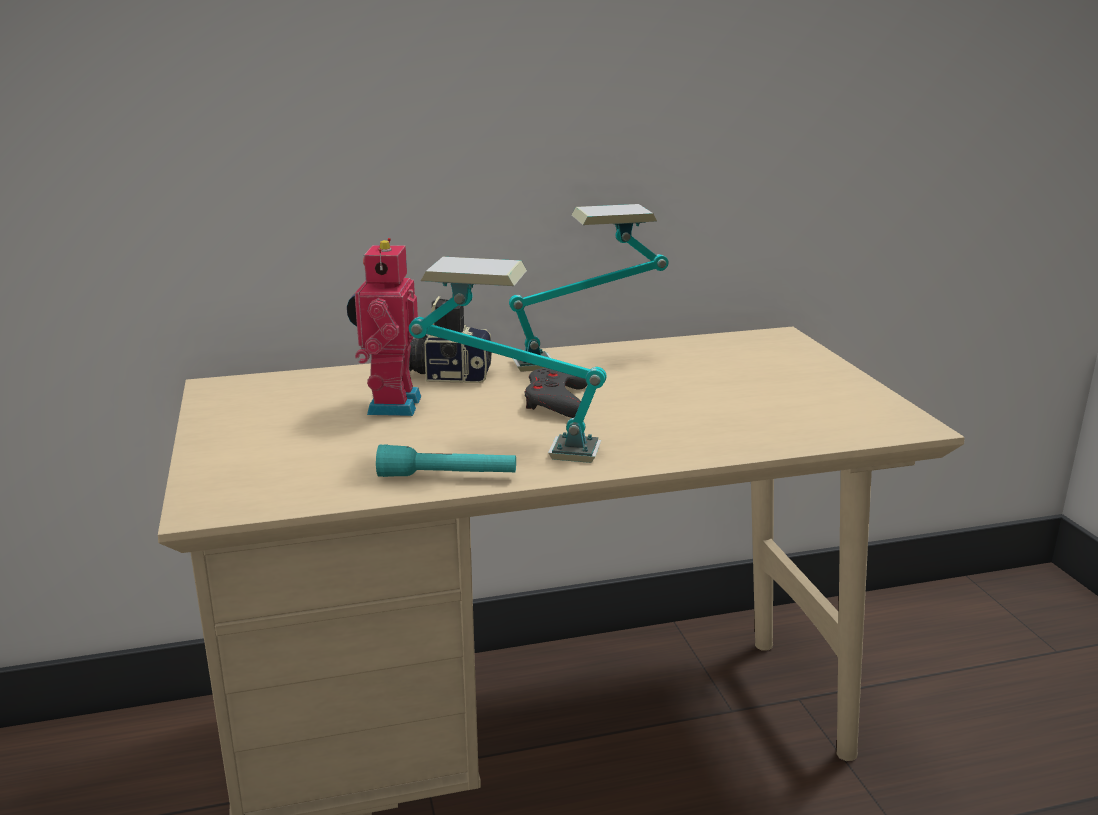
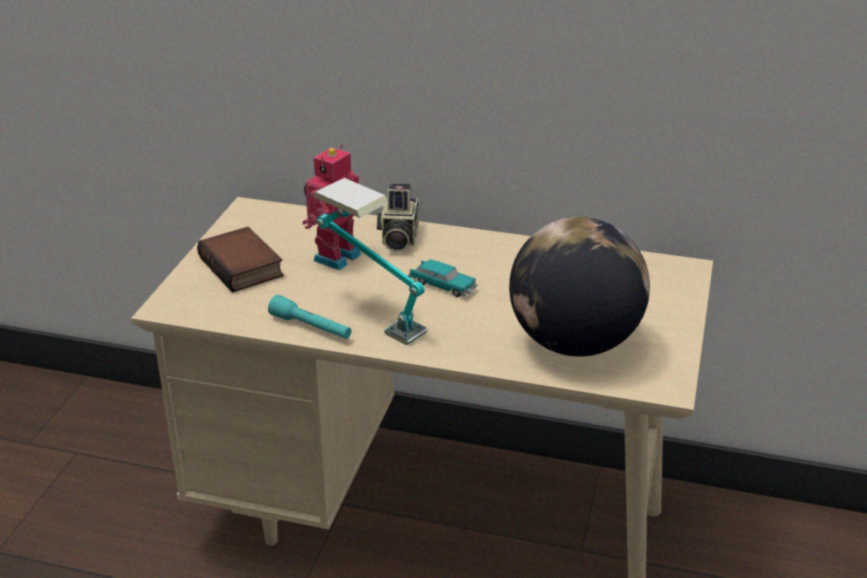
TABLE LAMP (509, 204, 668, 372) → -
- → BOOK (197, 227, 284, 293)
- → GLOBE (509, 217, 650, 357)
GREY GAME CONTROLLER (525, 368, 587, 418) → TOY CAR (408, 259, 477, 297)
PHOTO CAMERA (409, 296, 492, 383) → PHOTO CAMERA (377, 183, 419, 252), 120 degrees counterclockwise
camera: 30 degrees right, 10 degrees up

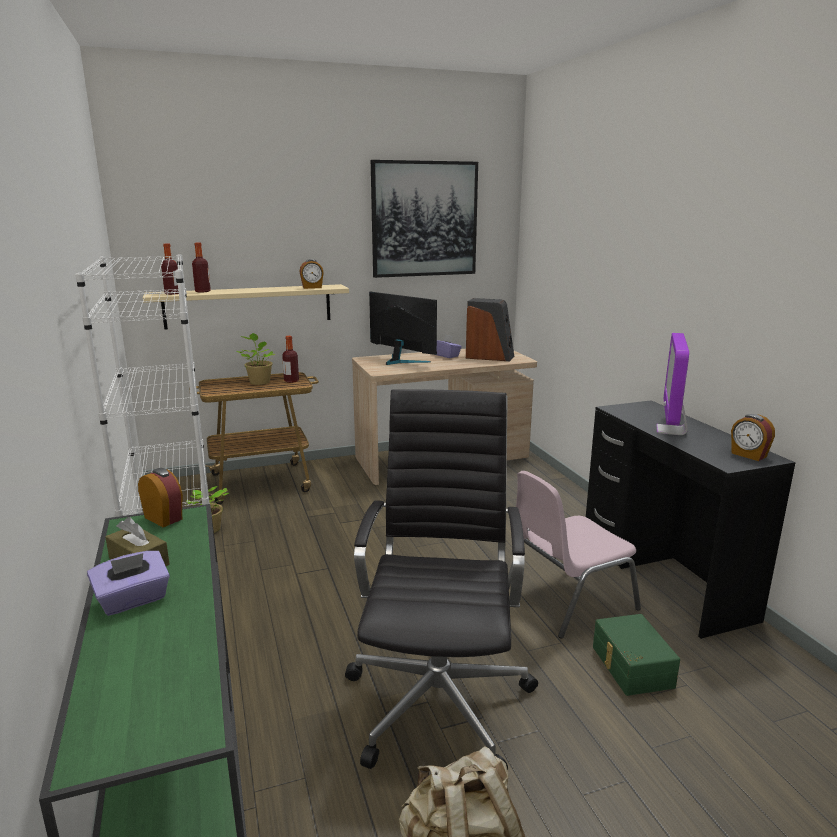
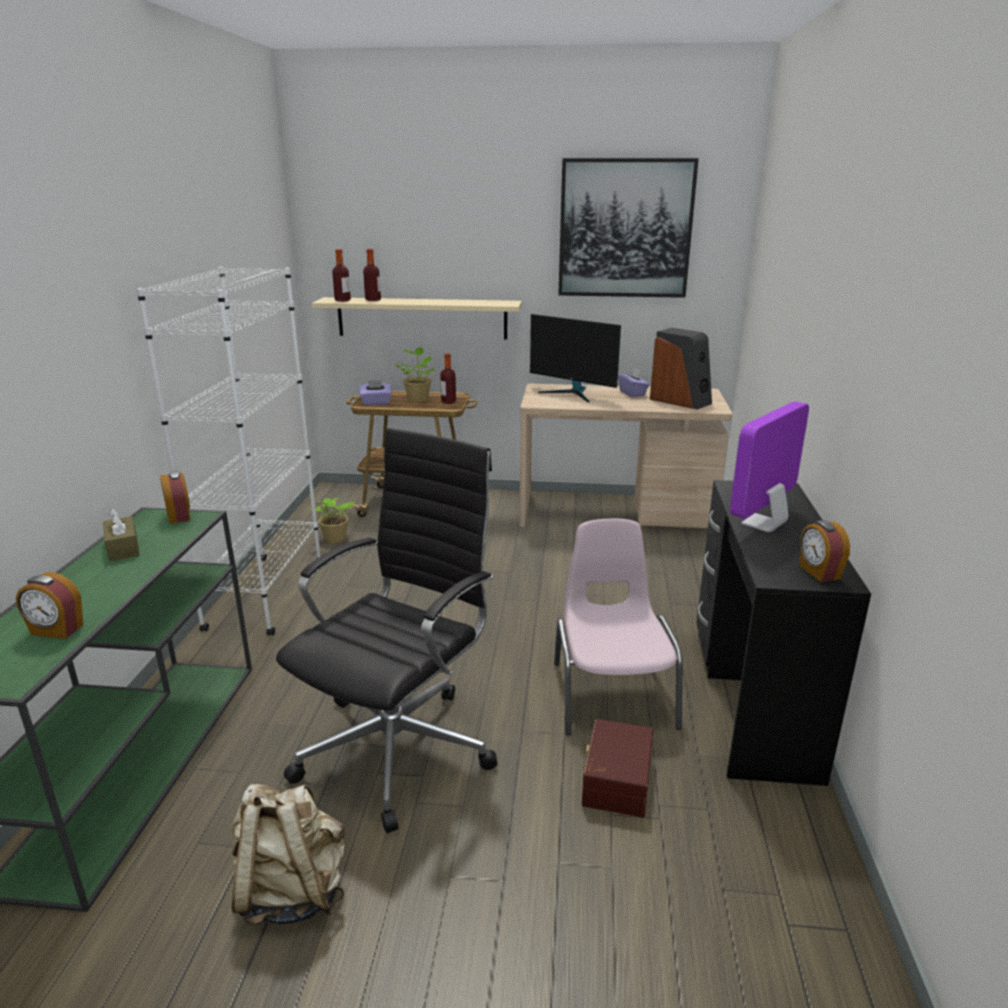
PURPLE TISSUE BOX (87, 551, 170, 616) → PURPLE TISSUE BOX (359, 380, 391, 405), move
ALARM CLOCK (300, 259, 324, 289) → ALARM CLOCK (16, 572, 83, 639), move
GREEN STORAGE BOX (593, 614, 680, 696) → BROWN STORAGE BOX (582, 719, 654, 818)
MONITOR (369, 292, 437, 365) → MONITOR (530, 314, 621, 403), 150 degrees clockwise
PINK CHAIR (508, 471, 641, 639) → PINK CHAIR (554, 519, 683, 735), 90 degrees clockwise
camera: 25 degrees right, 5 degrees up

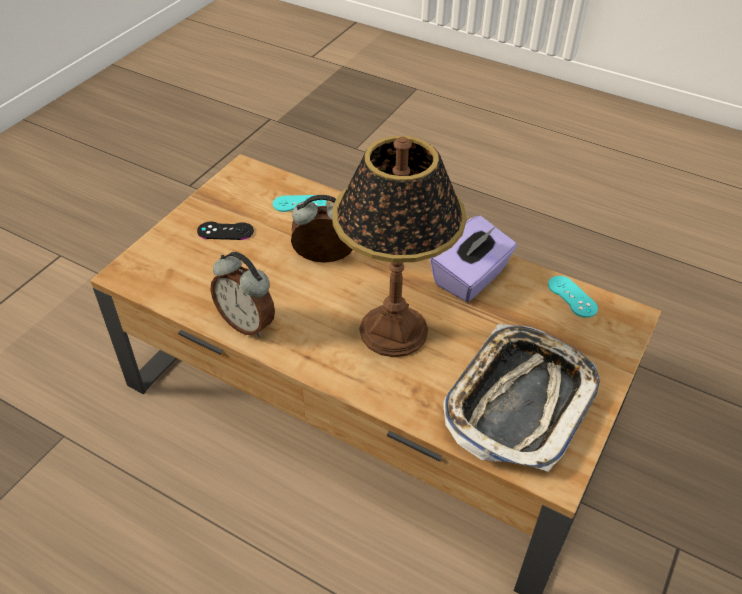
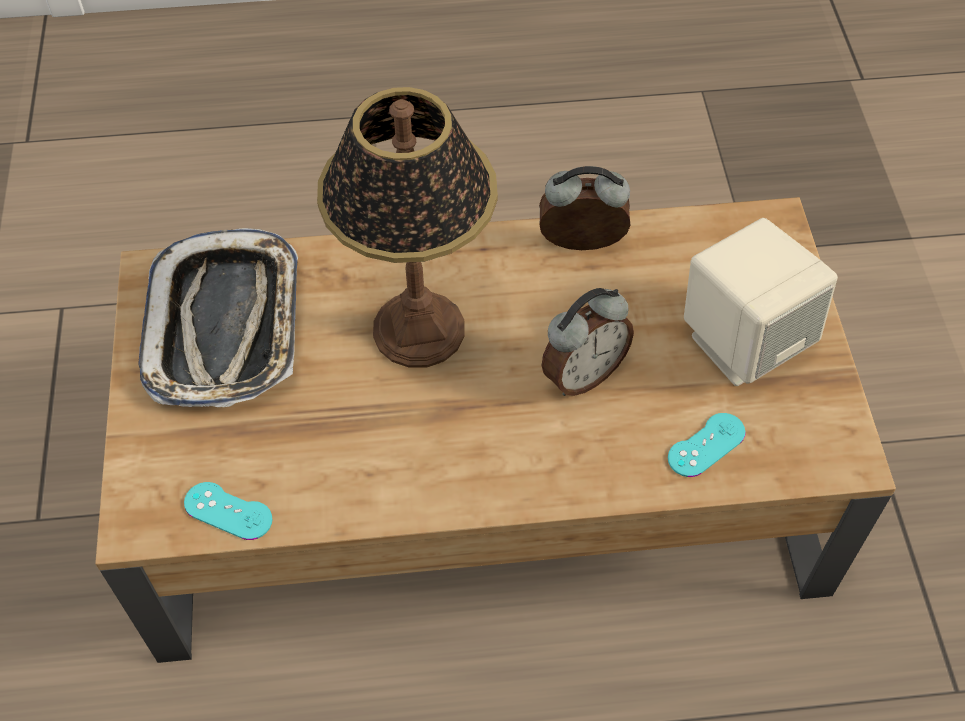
PURPLE TISSUE BOX (430, 215, 517, 302) → -
BLACK GAME CONTROLLER (197, 222, 254, 240) → BEIGE SPEAKER (684, 218, 838, 386)
camera: 145 degrees right, 10 degrees up

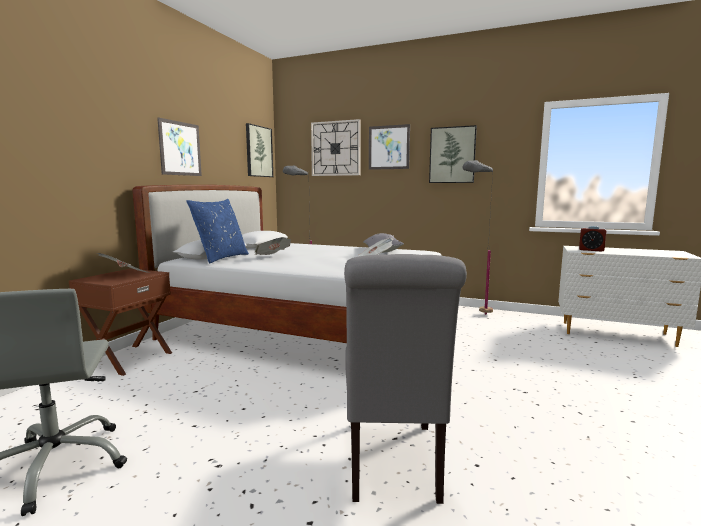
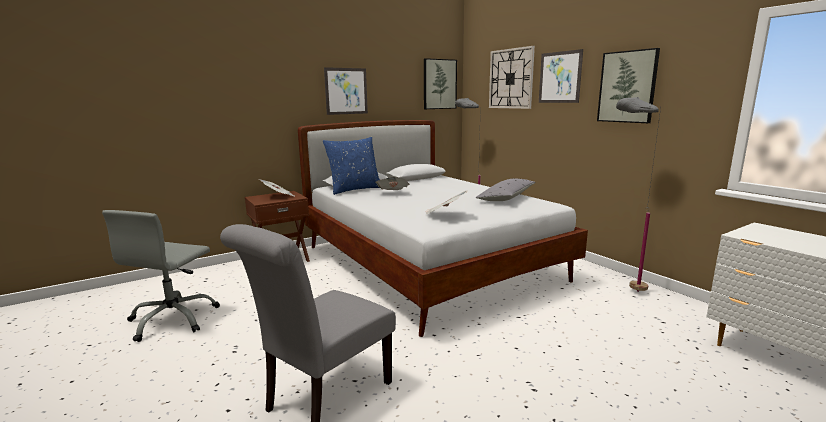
ALARM CLOCK (579, 226, 606, 252) → -
camera: 35 degrees right, 5 degrees up

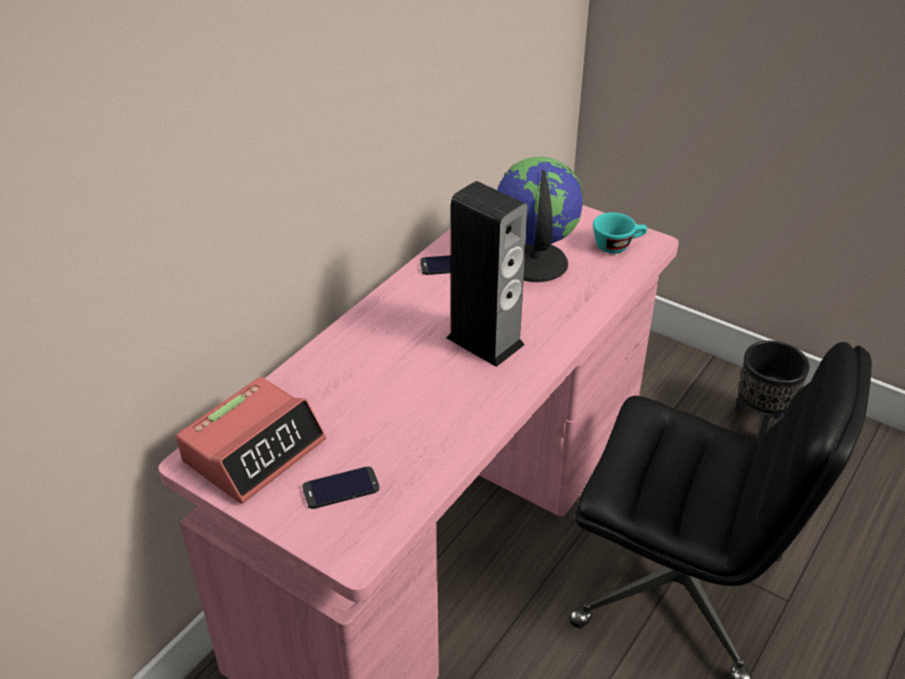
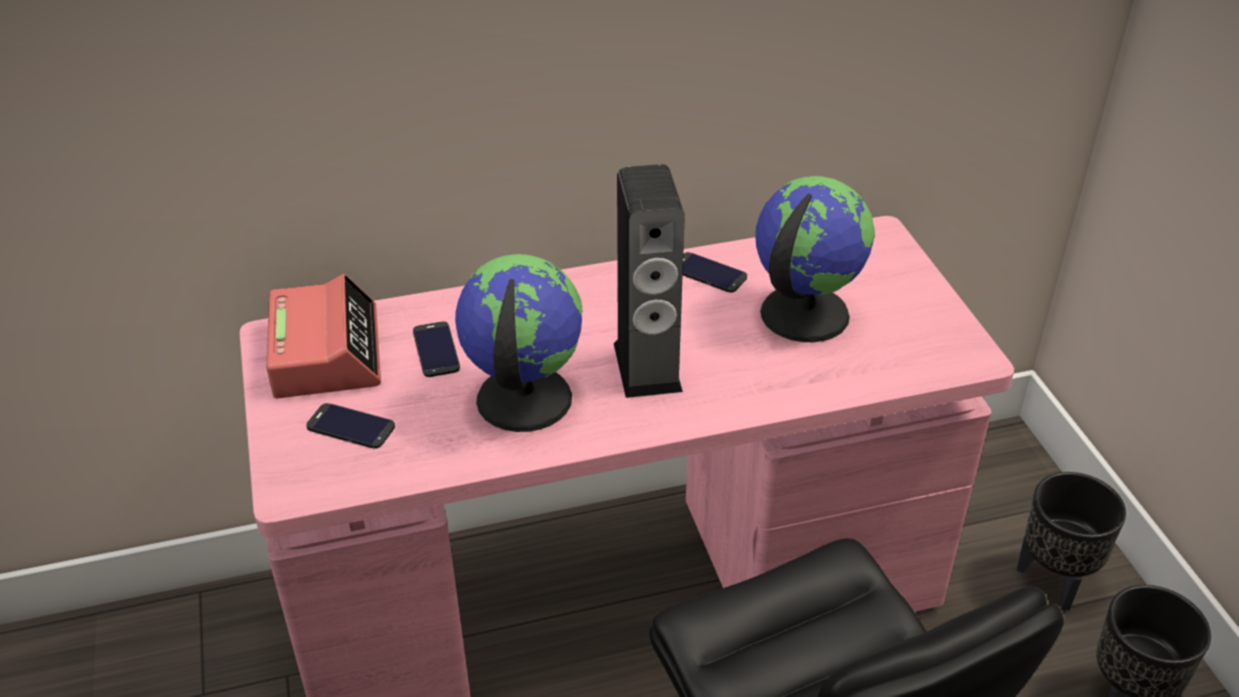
TURQUOISE CUP (593, 213, 647, 254) → -
- → PHONE (413, 321, 460, 377)
- → GLOBE (454, 254, 583, 432)
- → BLACK PLANTER (1016, 472, 1126, 610)
ALARM CLOCK (176, 377, 326, 504) → ALARM CLOCK (266, 274, 381, 398), 90 degrees counterclockwise
camera: 40 degrees right, 0 degrees up

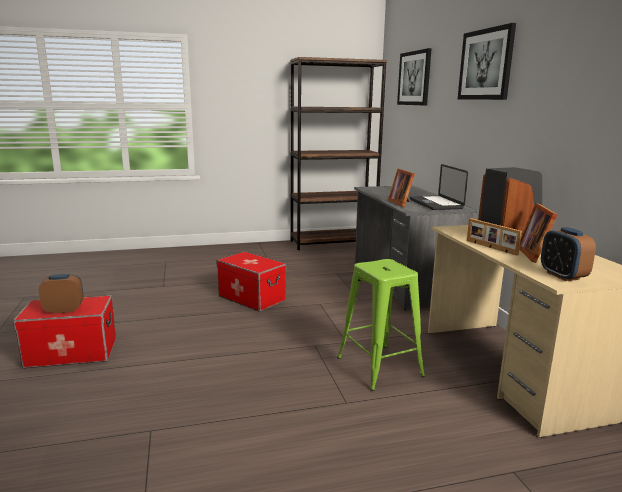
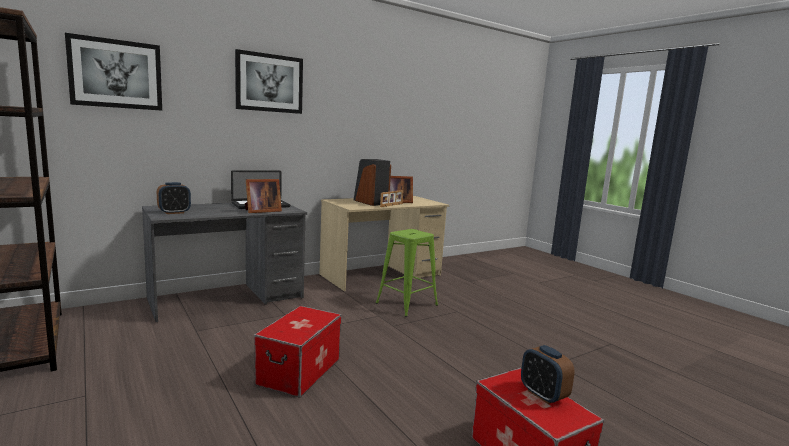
ALARM CLOCK (541, 227, 596, 281) → ALARM CLOCK (157, 182, 191, 214), move
camera: 110 degrees left, 5 degrees down

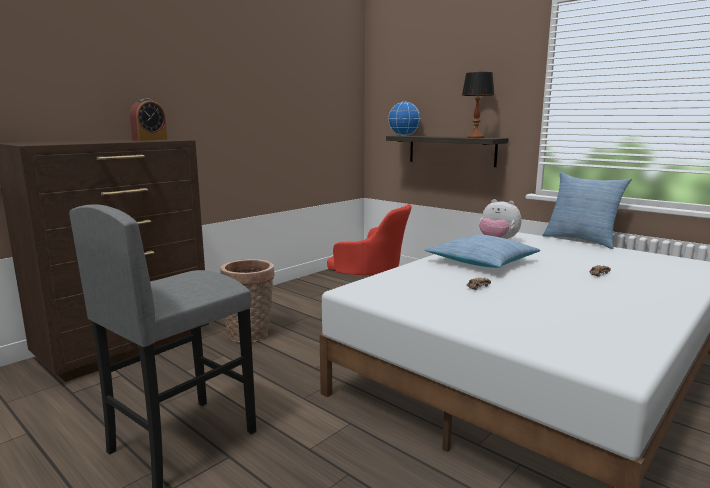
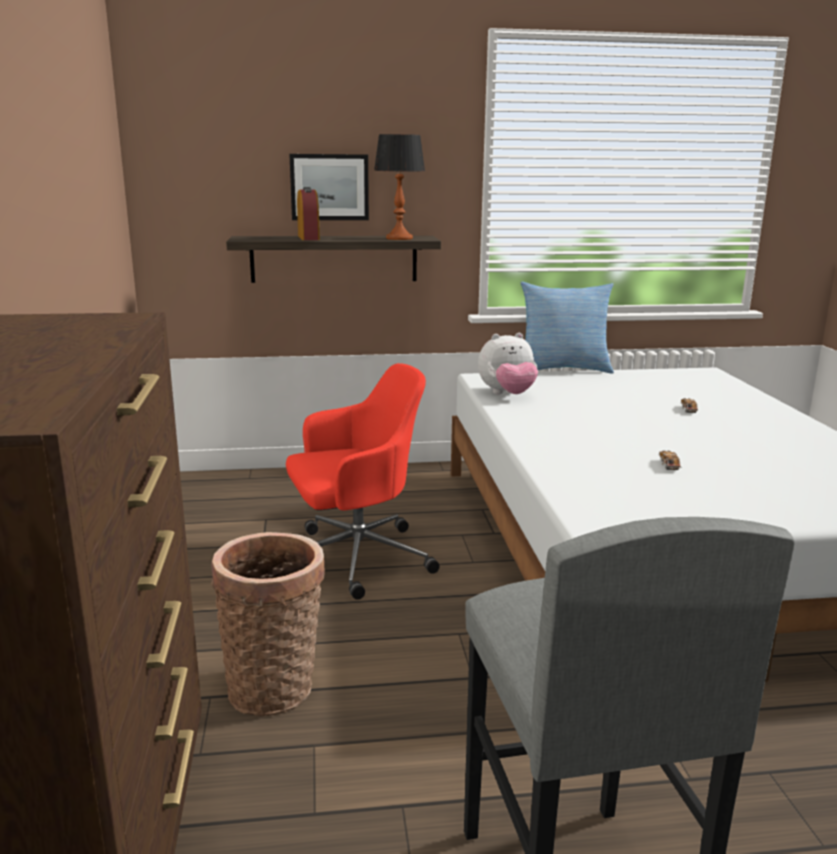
GLOBE (388, 102, 421, 136) → -
PILLOW (424, 234, 540, 268) → -
- → PICTURE (289, 154, 369, 220)
ALARM CLOCK (130, 99, 167, 141) → ALARM CLOCK (297, 187, 320, 240), move
camera: 50 degrees left, 5 degrees up

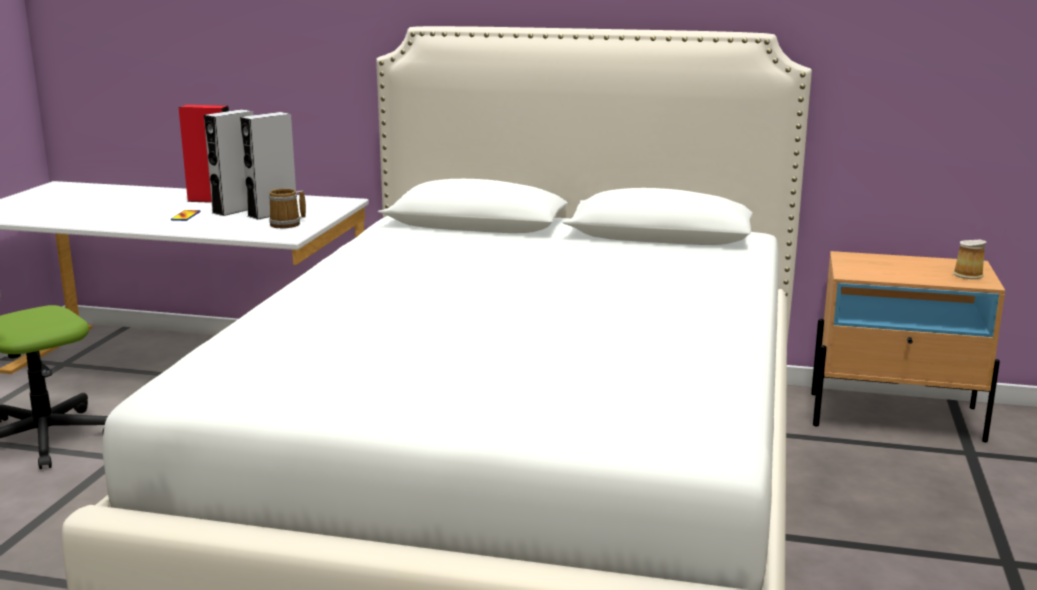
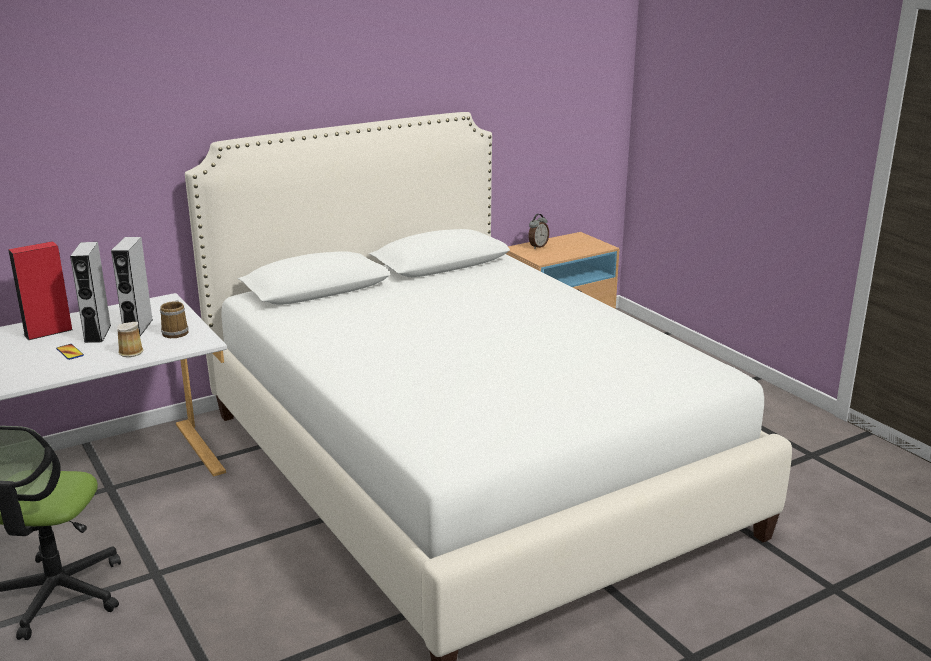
- → ALARM CLOCK (528, 214, 549, 249)
MUG (953, 239, 986, 279) → MUG (117, 322, 144, 357), move
camera: 45 degrees left, 5 degrees up

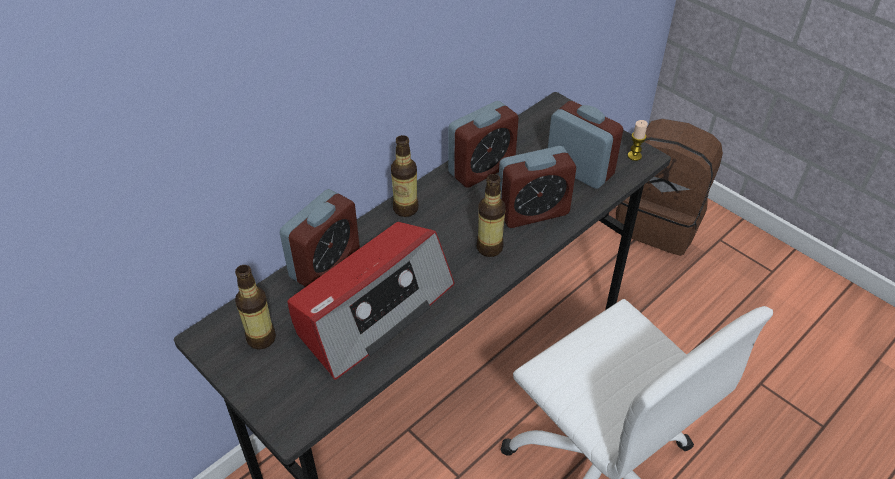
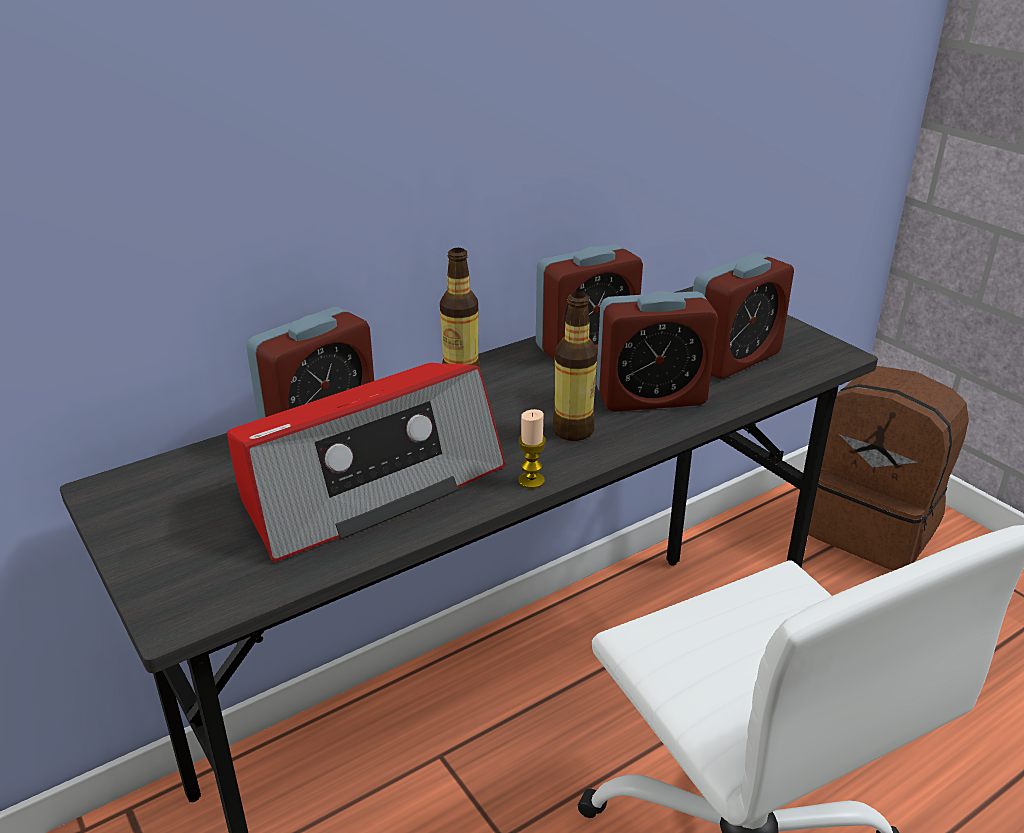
BOTTLE (235, 265, 276, 350) → -
CANDLE (628, 120, 648, 161) → CANDLE (518, 409, 546, 489), move
ALARM CLOCK (548, 101, 623, 189) → ALARM CLOCK (693, 253, 794, 379), 90 degrees clockwise
camera: 10 degrees right, 15 degrees down

